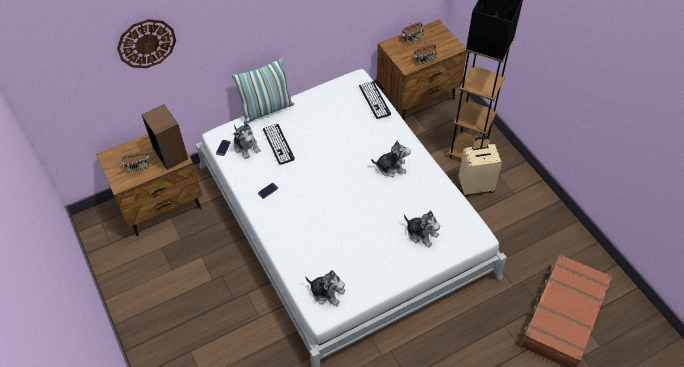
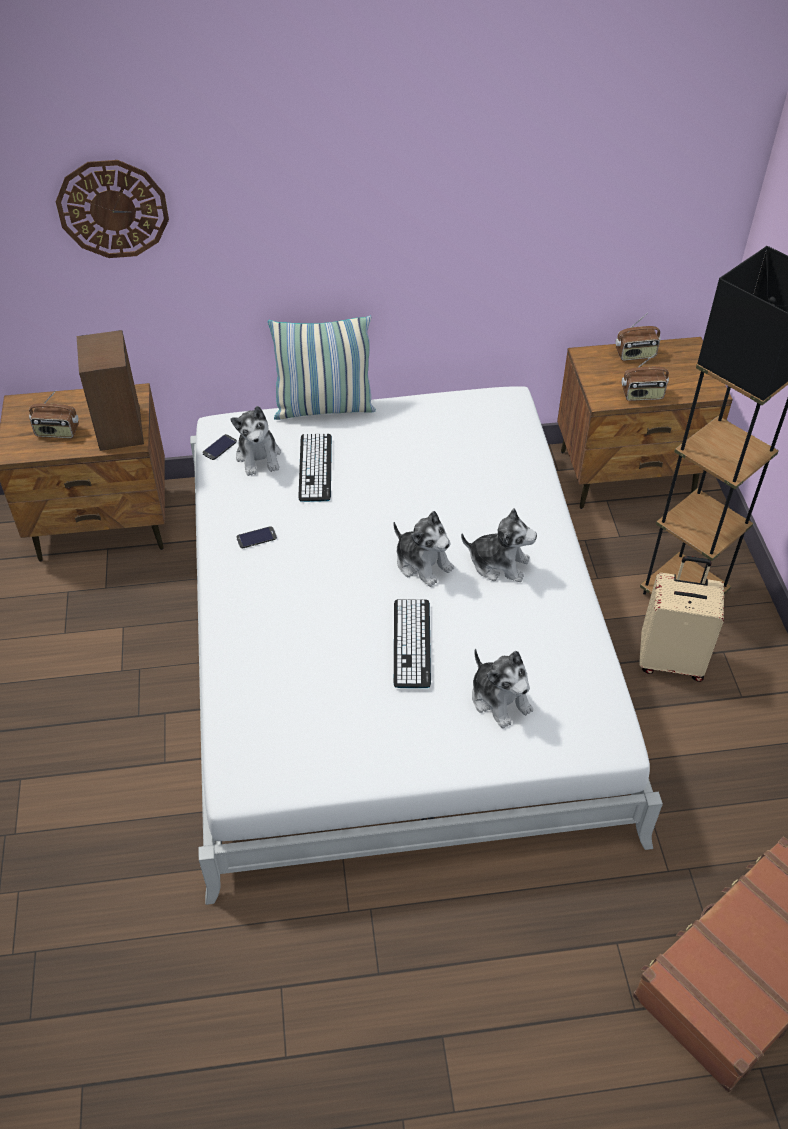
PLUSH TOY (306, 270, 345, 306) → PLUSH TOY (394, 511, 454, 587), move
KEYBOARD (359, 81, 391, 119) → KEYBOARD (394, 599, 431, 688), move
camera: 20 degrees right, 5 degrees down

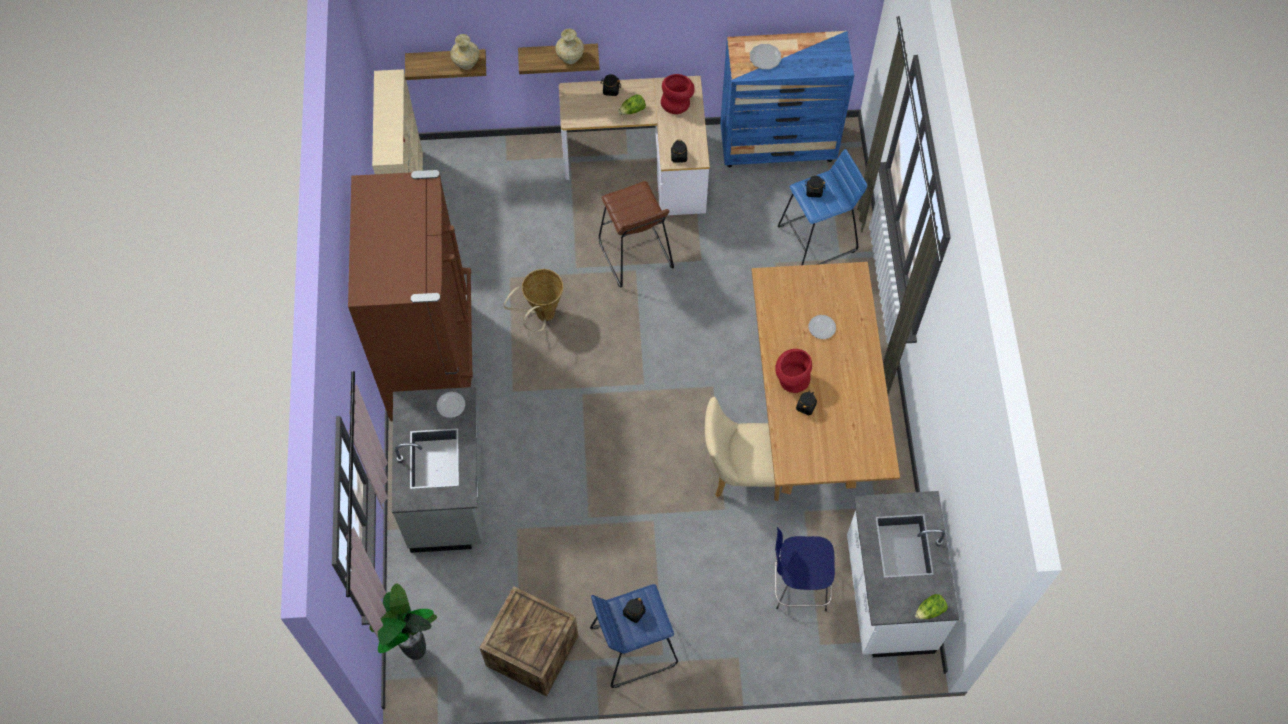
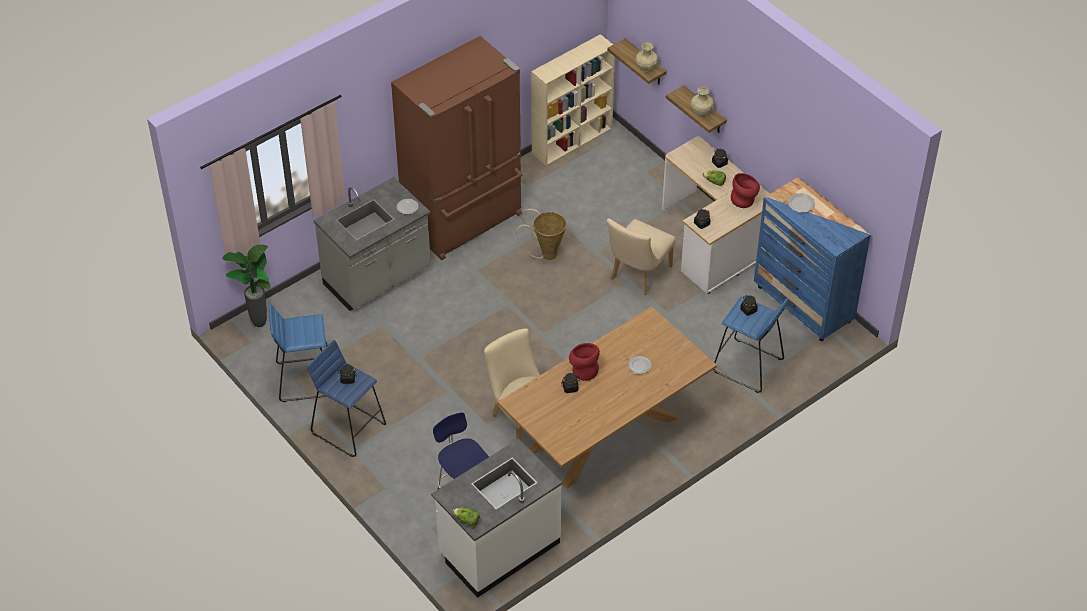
CRATE (480, 586, 578, 697) → BLUE STOOL (269, 302, 328, 402)
BROWN STOOL (599, 181, 674, 287) → BEIGE CHAIR (607, 219, 676, 295)
camera: 55 degrees right, 15 degrees down

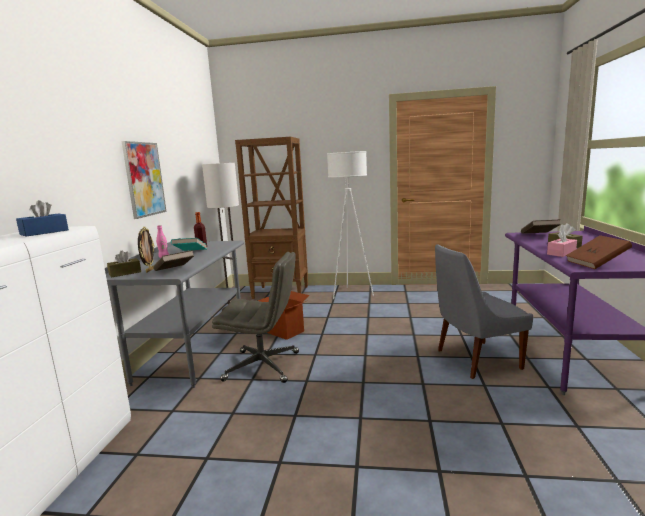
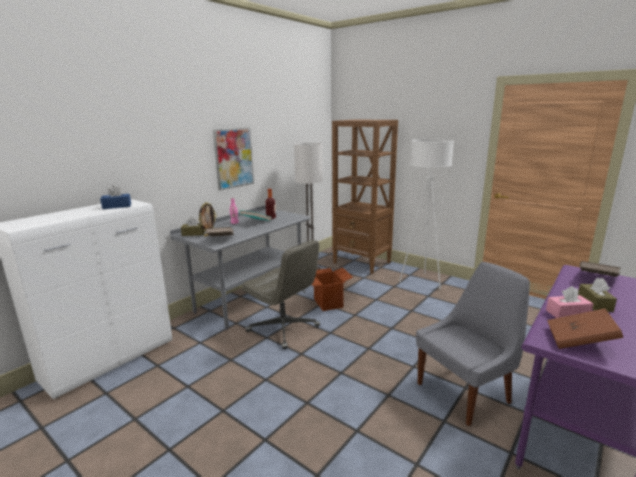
GREY CHAIR (435, 244, 533, 379) → GREY CHAIR (416, 262, 530, 426), 135 degrees clockwise
camera: 30 degrees right, 5 degrees up

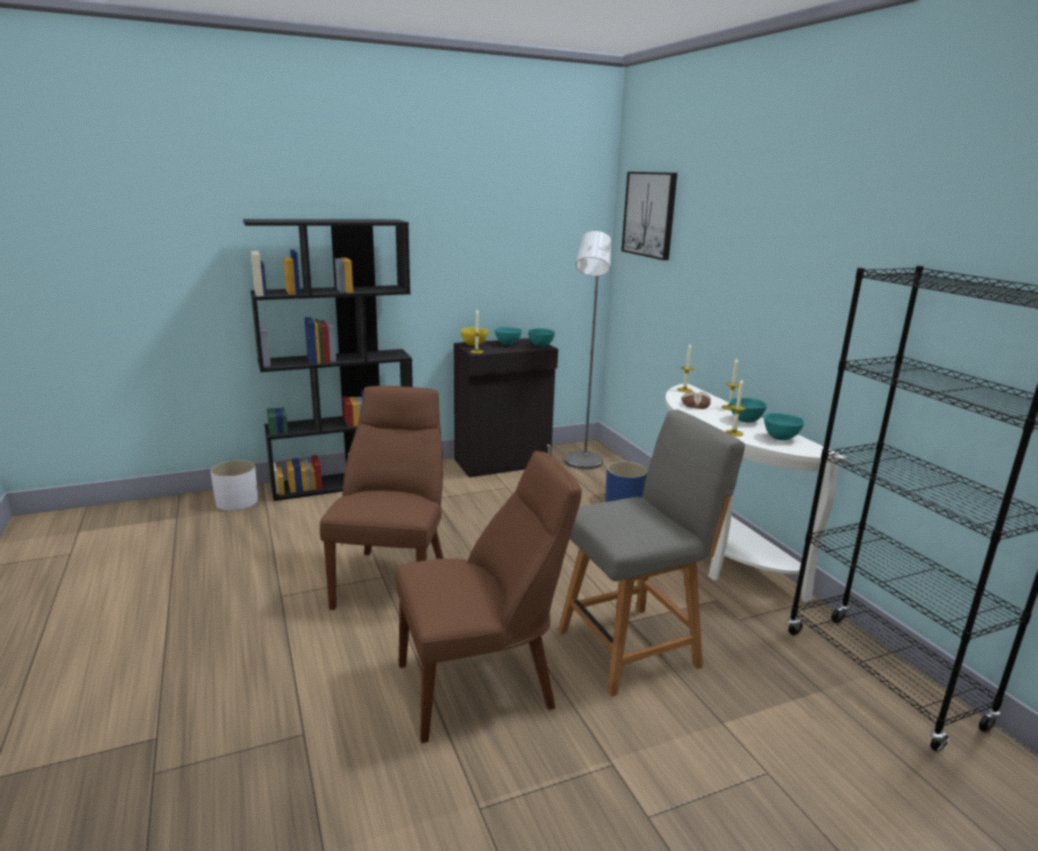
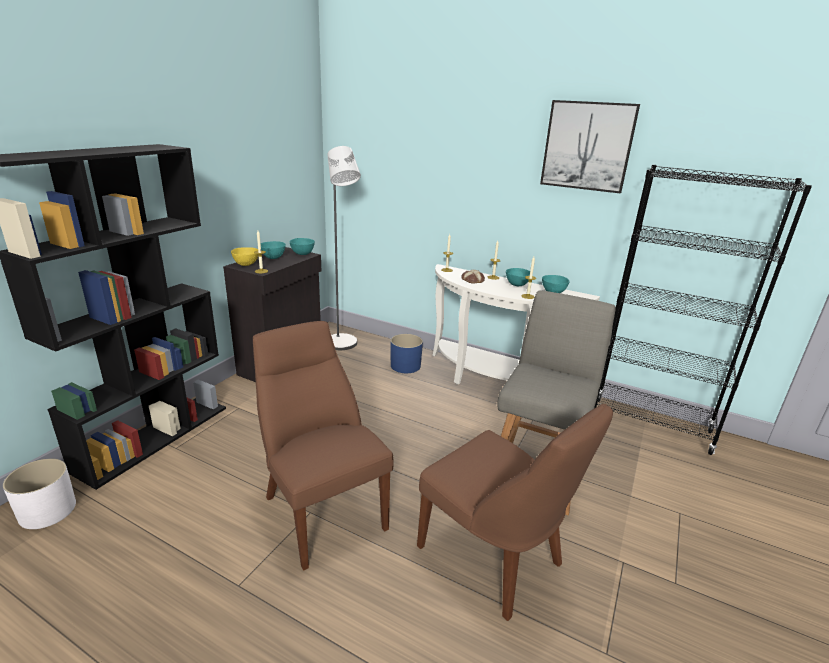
PICTURE (621, 172, 677, 260) → PICTURE (540, 100, 640, 194), move
BROWN CHAIR (396, 451, 582, 743) → BROWN CHAIR (417, 404, 613, 621), 105 degrees clockwise
camera: 40 degrees left, 5 degrees up

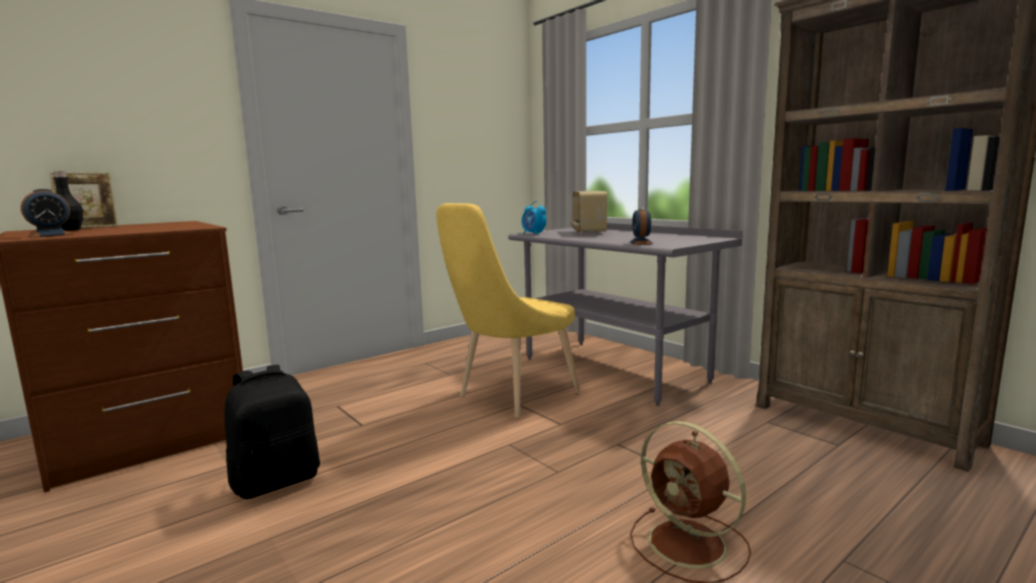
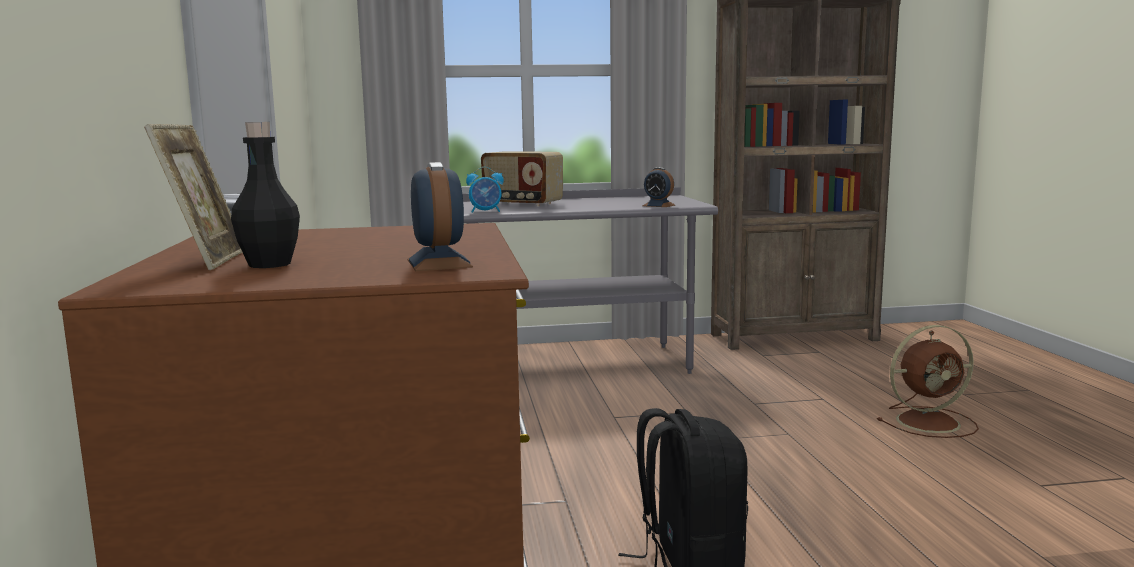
YELLOW CHAIR (436, 203, 580, 418) → -
camera: 60 degrees left, 0 degrees up

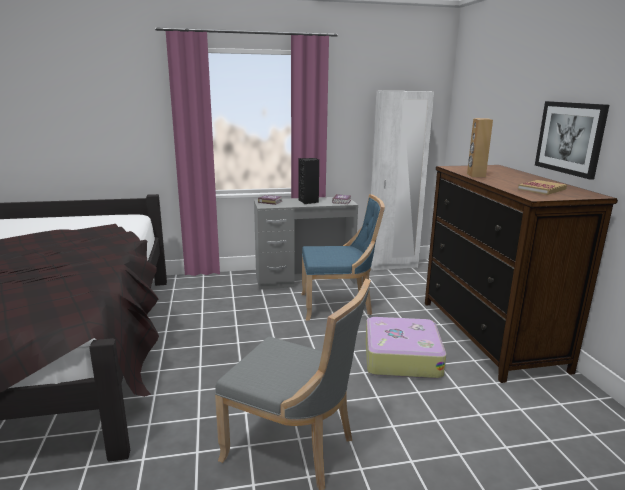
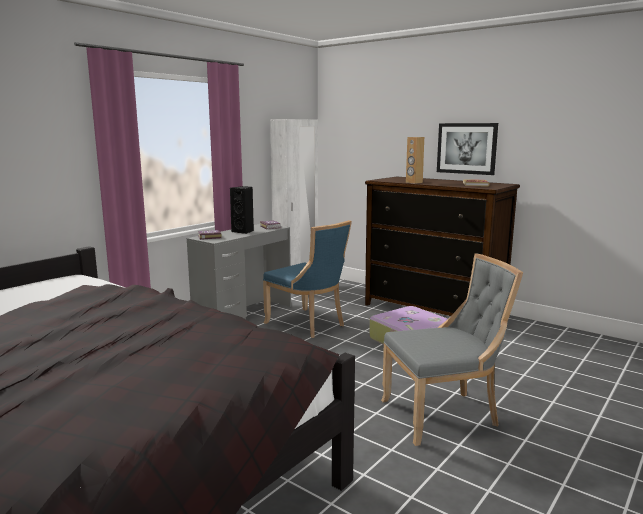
BLUE CHAIR (301, 194, 385, 321) → BLUE CHAIR (263, 220, 352, 338), 90 degrees clockwise
camera: 40 degrees left, 5 degrees down

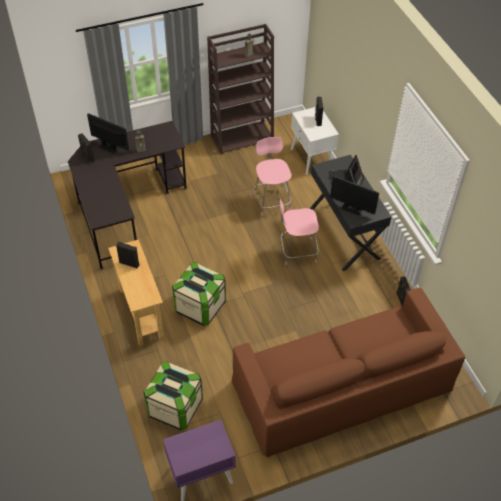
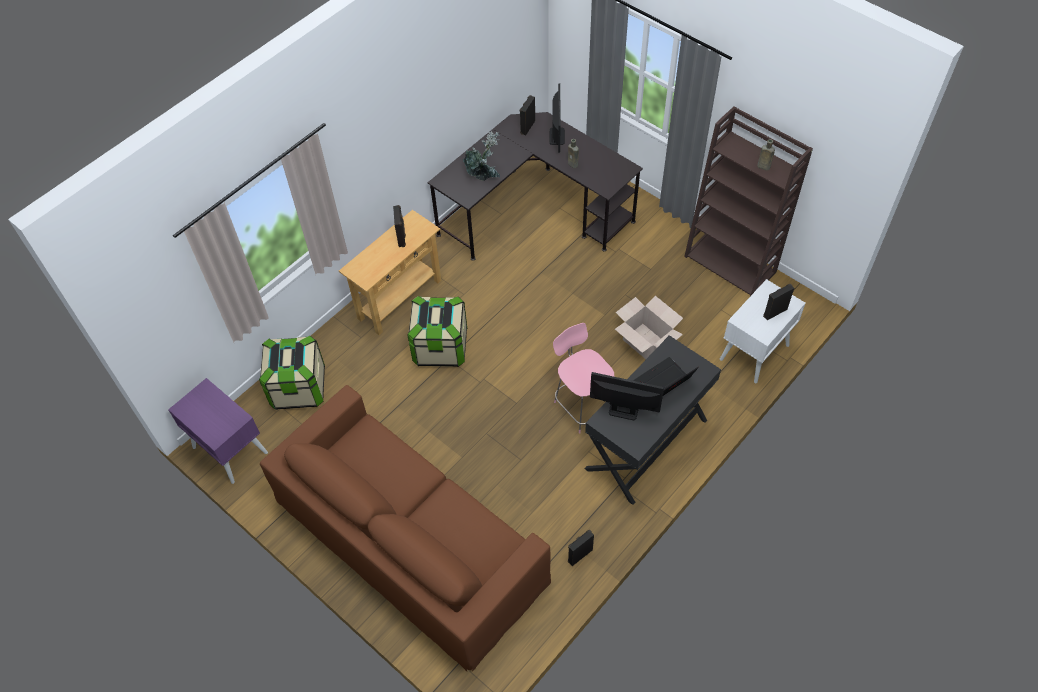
- → POTTED PLANT (463, 130, 500, 181)
PINK CHAIR (254, 137, 291, 215) → CARDBOARD BOX (615, 296, 683, 359)
MONITOR (330, 176, 379, 215) → MONITOR (590, 372, 664, 420), 105 degrees clockwise
camera: 65 degrees right, 5 degrees up

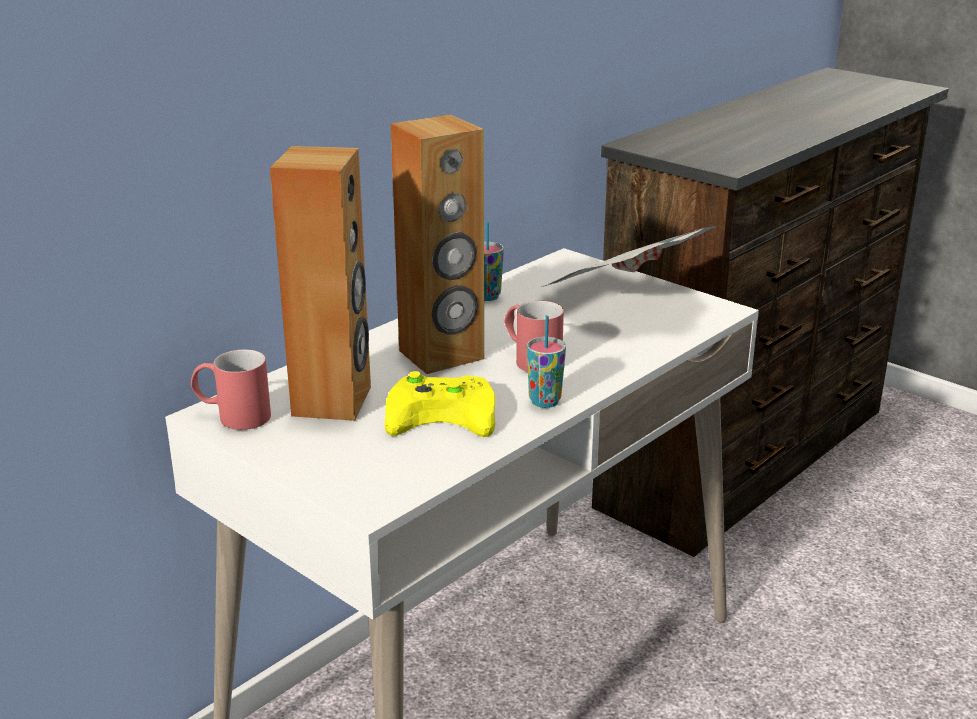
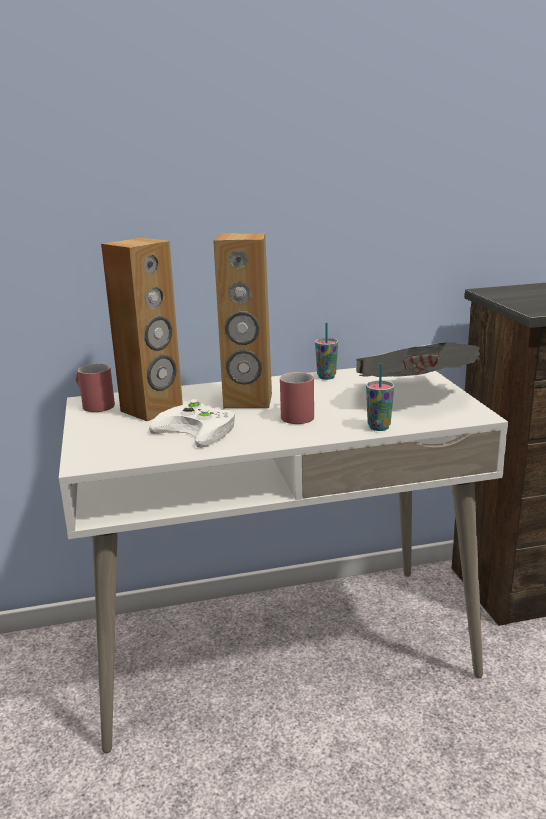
CUP (527, 315, 566, 408) → CUP (366, 363, 394, 431), move
YELLOW GAME CONTROLLER (385, 371, 495, 437) → WHITE GAME CONTROLLER (149, 399, 235, 448)
camera: 35 degrees right, 5 degrees down

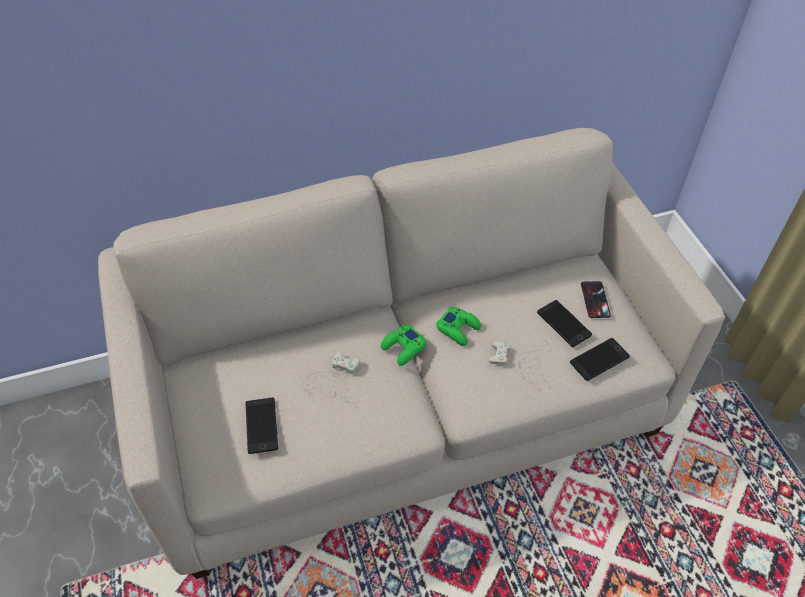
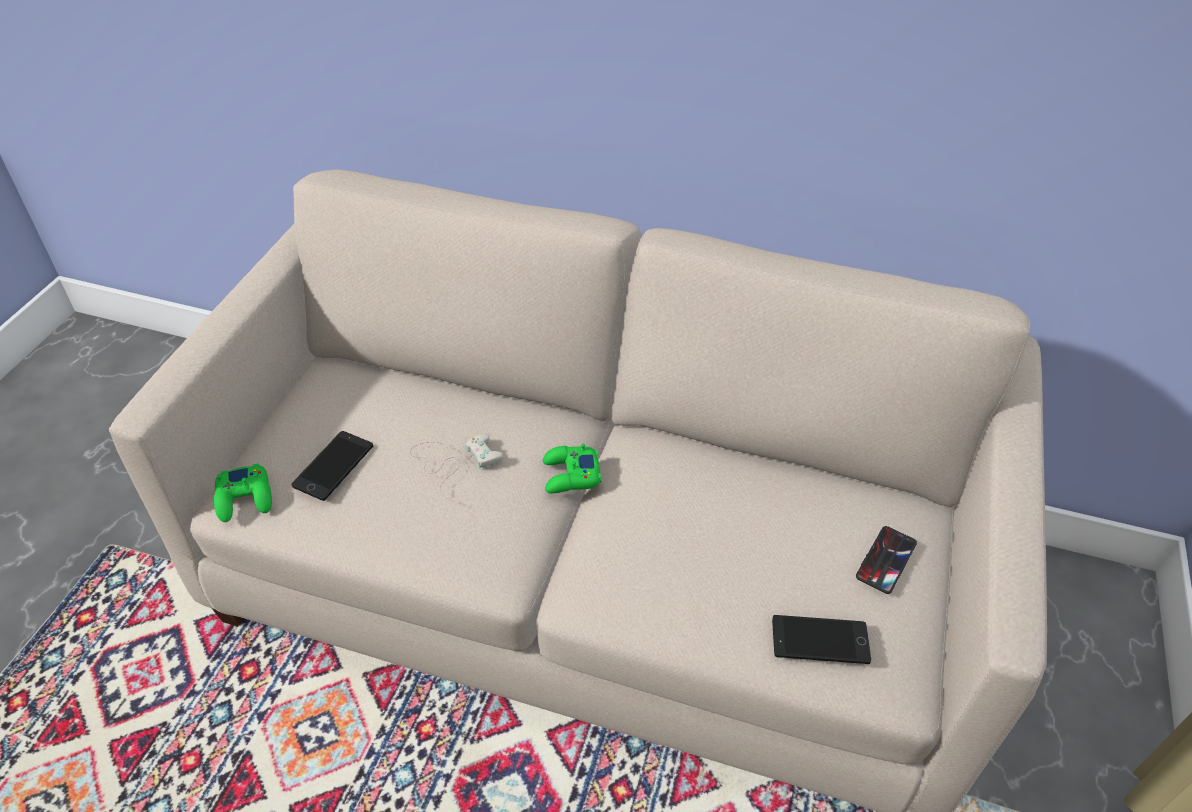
WHITE GAME CONTROLLER (489, 336, 544, 384) → -
PHONE (537, 300, 592, 347) → -
GREEN GAME CONTROLLER (436, 307, 481, 346) → GREEN GAME CONTROLLER (214, 464, 272, 522), move
camera: 35 degrees right, 5 degrees down

